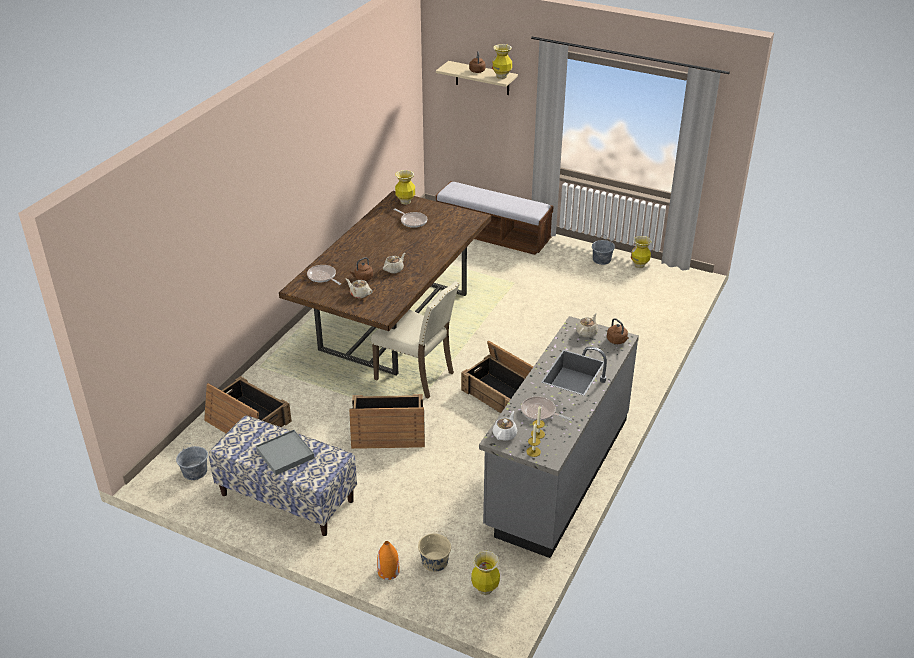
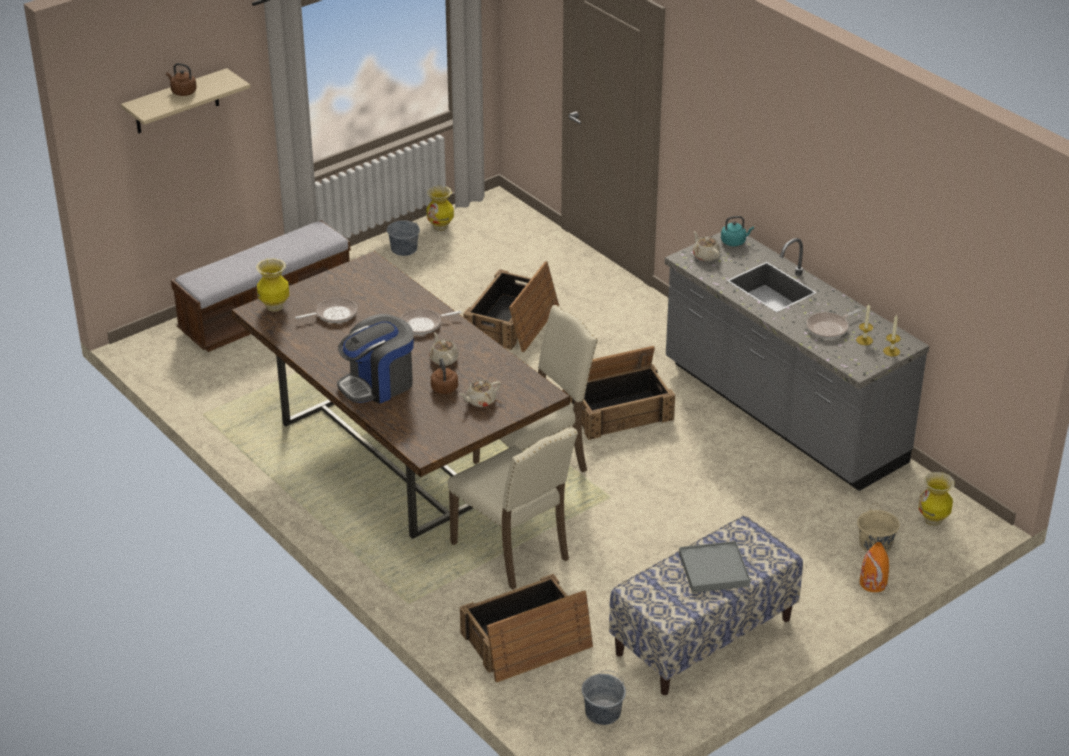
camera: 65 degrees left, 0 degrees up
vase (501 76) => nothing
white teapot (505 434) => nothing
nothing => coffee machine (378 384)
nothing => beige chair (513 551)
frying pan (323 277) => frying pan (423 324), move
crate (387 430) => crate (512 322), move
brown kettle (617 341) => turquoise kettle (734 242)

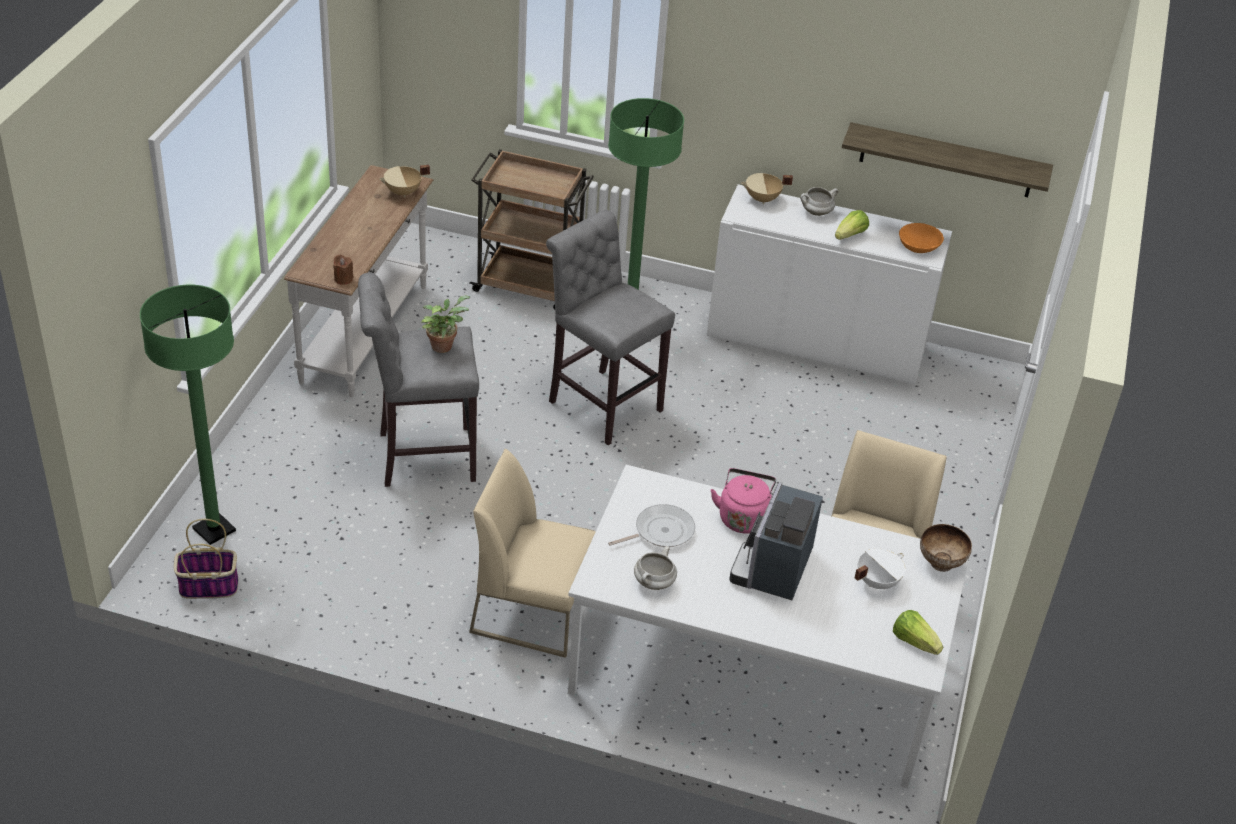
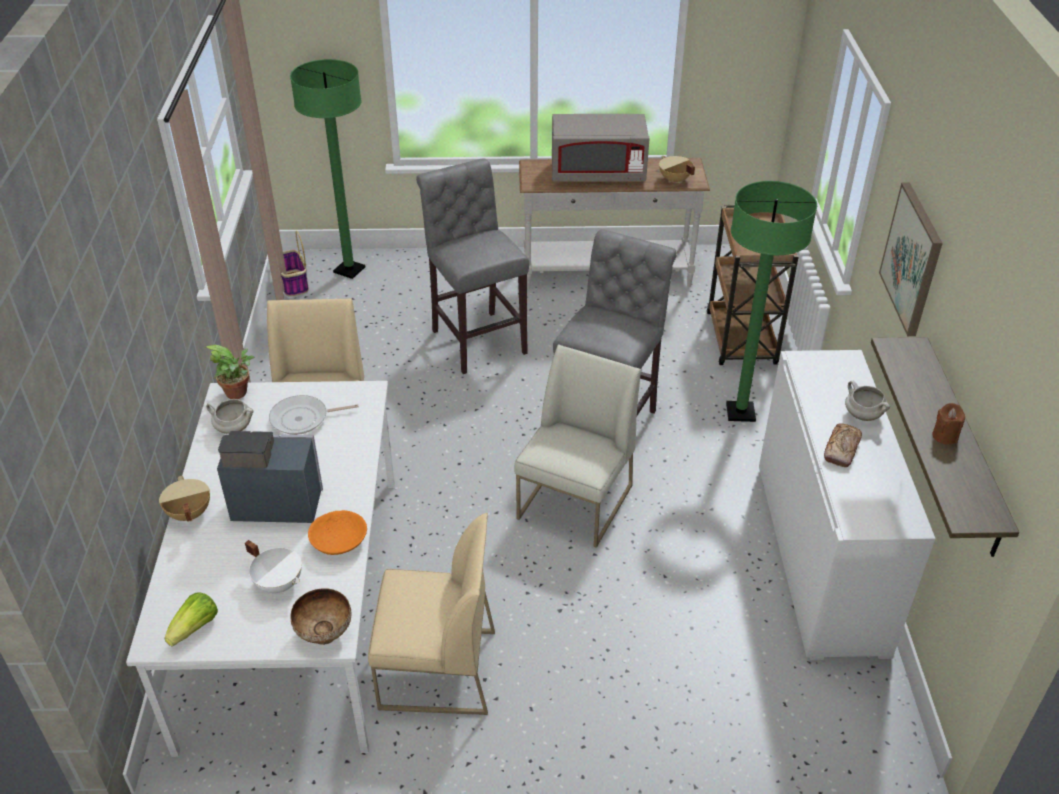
camera: 75 degrees right, 0 degrees up
pink kettle (743 517) => nothing
nothing => white chair (575 503)
nothing => grey microwave (598 173)
nothing => picture (912 259)
brown candle (343 279) => brown candle (945 436), move
potted plant (443 345) => potted plant (239 393), move
beige cooking pot (762 199) => beige cooking pot (188 514), move
orange bowl (918 246) => orange bowl (339 542), move
lettuce (850 235) => bread (841 449)
frying pan (660 531) => frying pan (303 419), 120 degrees clockwise

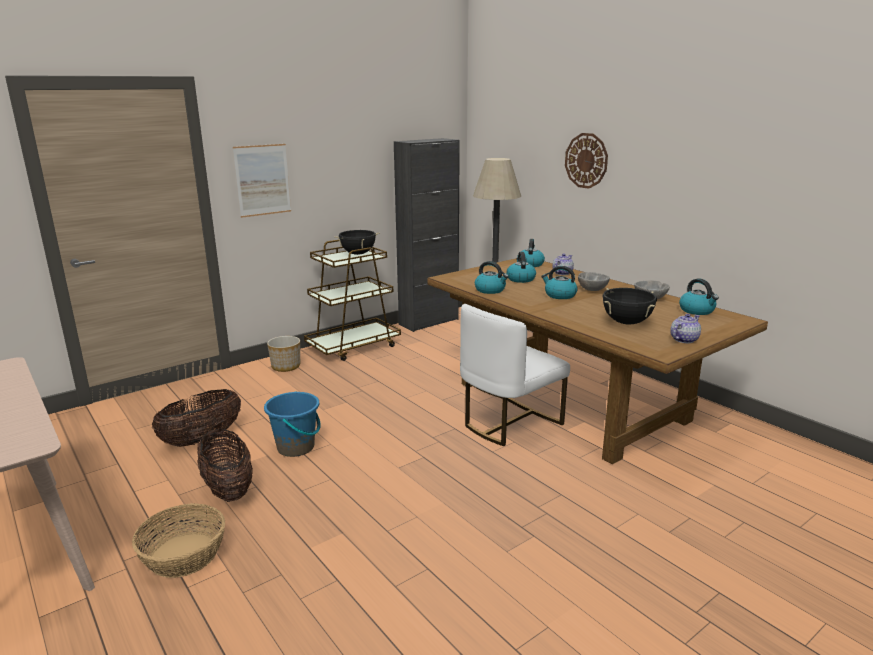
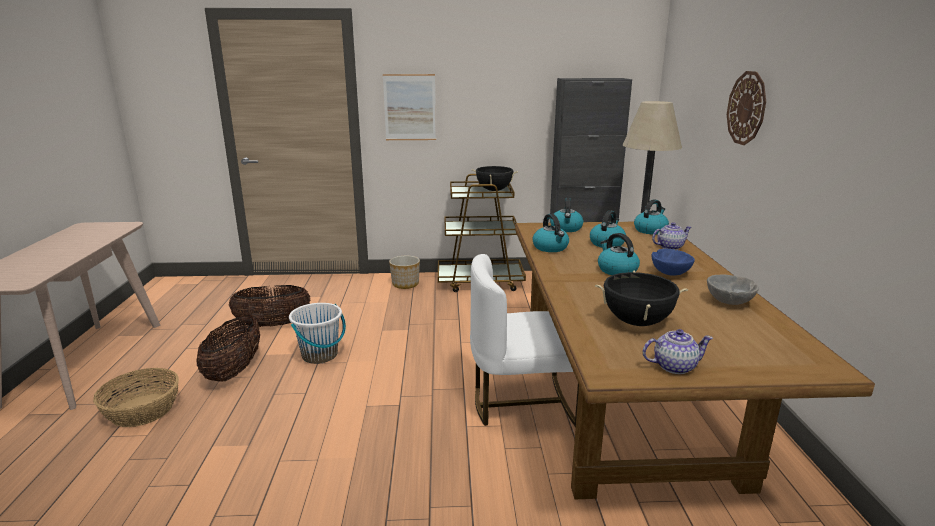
camera: 35 degrees right, 0 degrees up
kettle (697 311) => kettle (566 228), move
blue bucket (296 447) => white bucket (320 355)
grey bowl (592 290) => blue bowl (670 273)

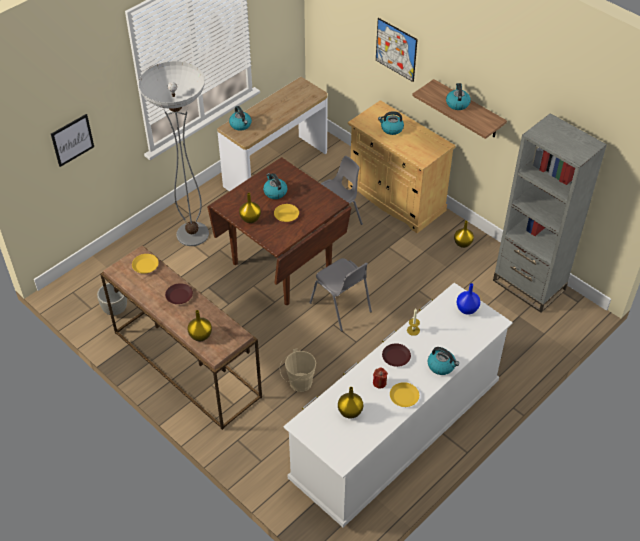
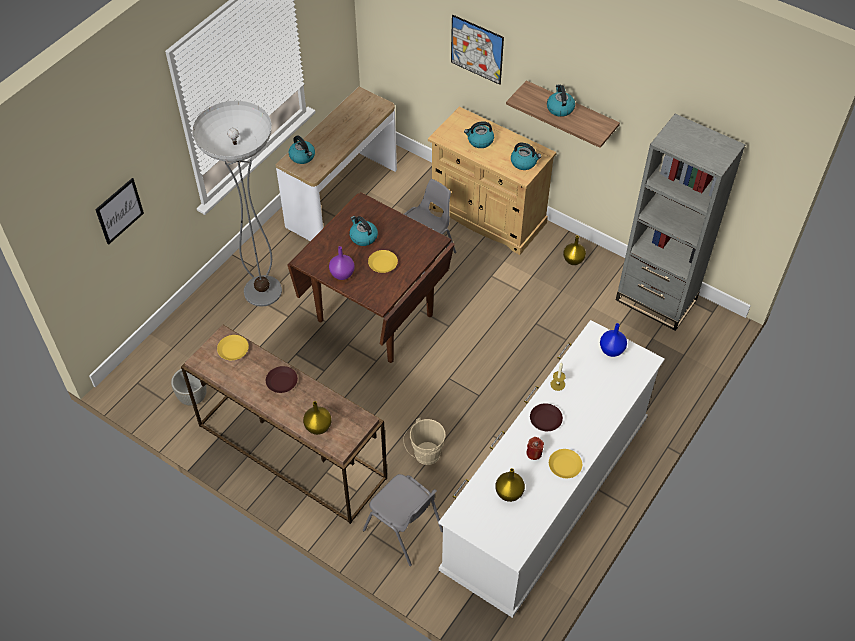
camera: 10 degrees left, 5 degrees up
grey chair (341 307) => grey chair (404 531), move
kettle (441 366) => kettle (524 162), move
yellow vase (250 218) => purple vase (342 274)

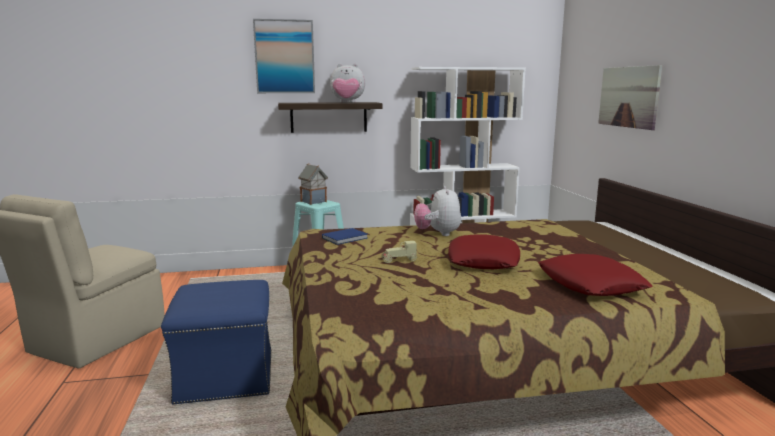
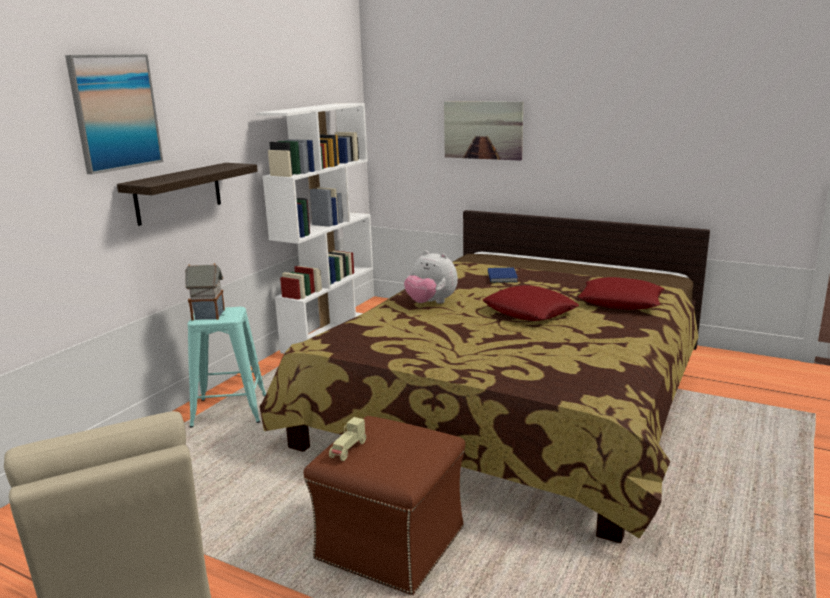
camera: 50 degrees left, 5 degrees up
plush toy (347 102) => nothing
blue book (346 238) => blue book (503 276), move
beige toy car (399 260) => beige toy car (348 450), move
blue ottoman (225 377) => brown ottoman (392 543)

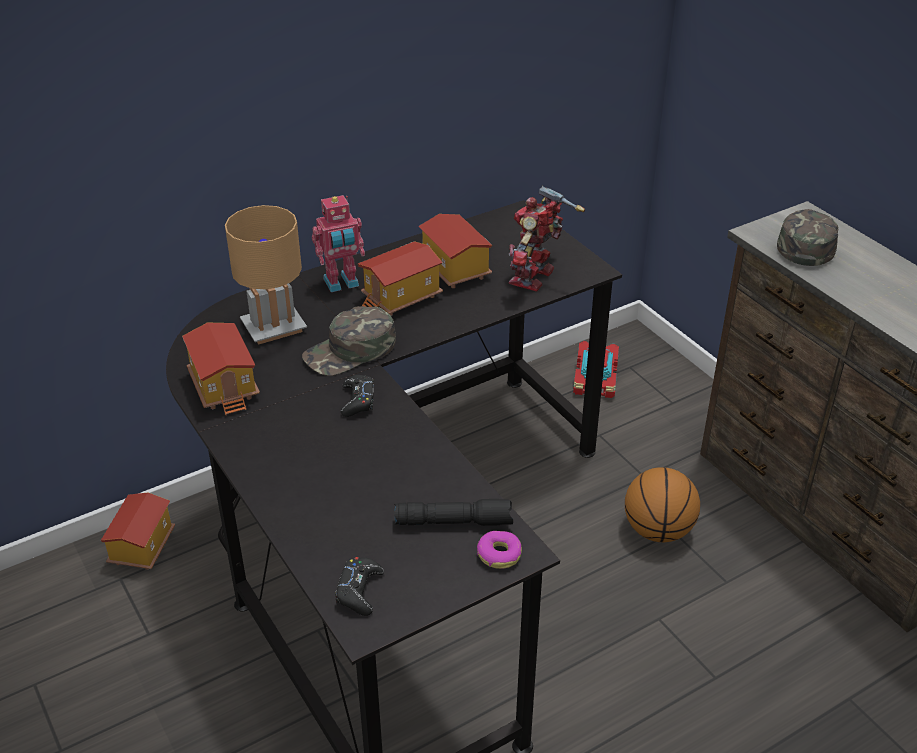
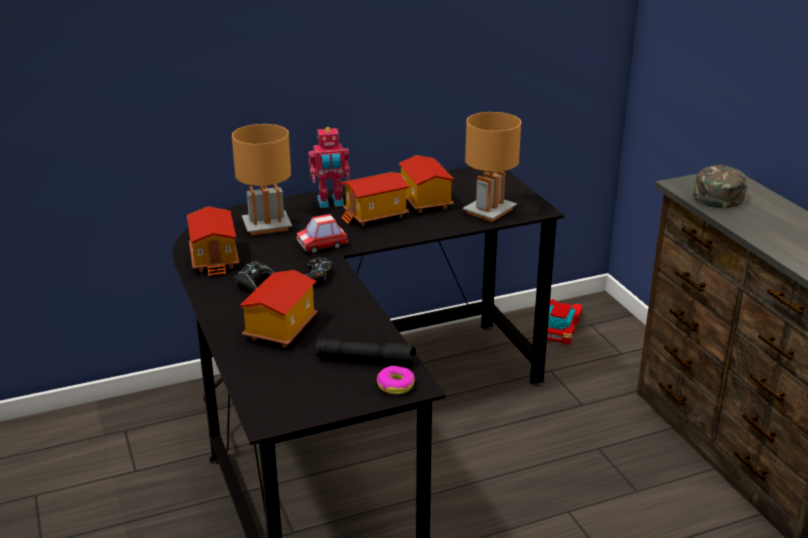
camera: 10 degrees right, 10 degrees down
basketball (658 530) => nothing
toy house (142 547) => toy house (280 329), move
black game controller (359 591) => black game controller (254 282), move
green cap (350 351) => toy car (322 245)
toy robot (535 278) => brown table lamp (490 211)

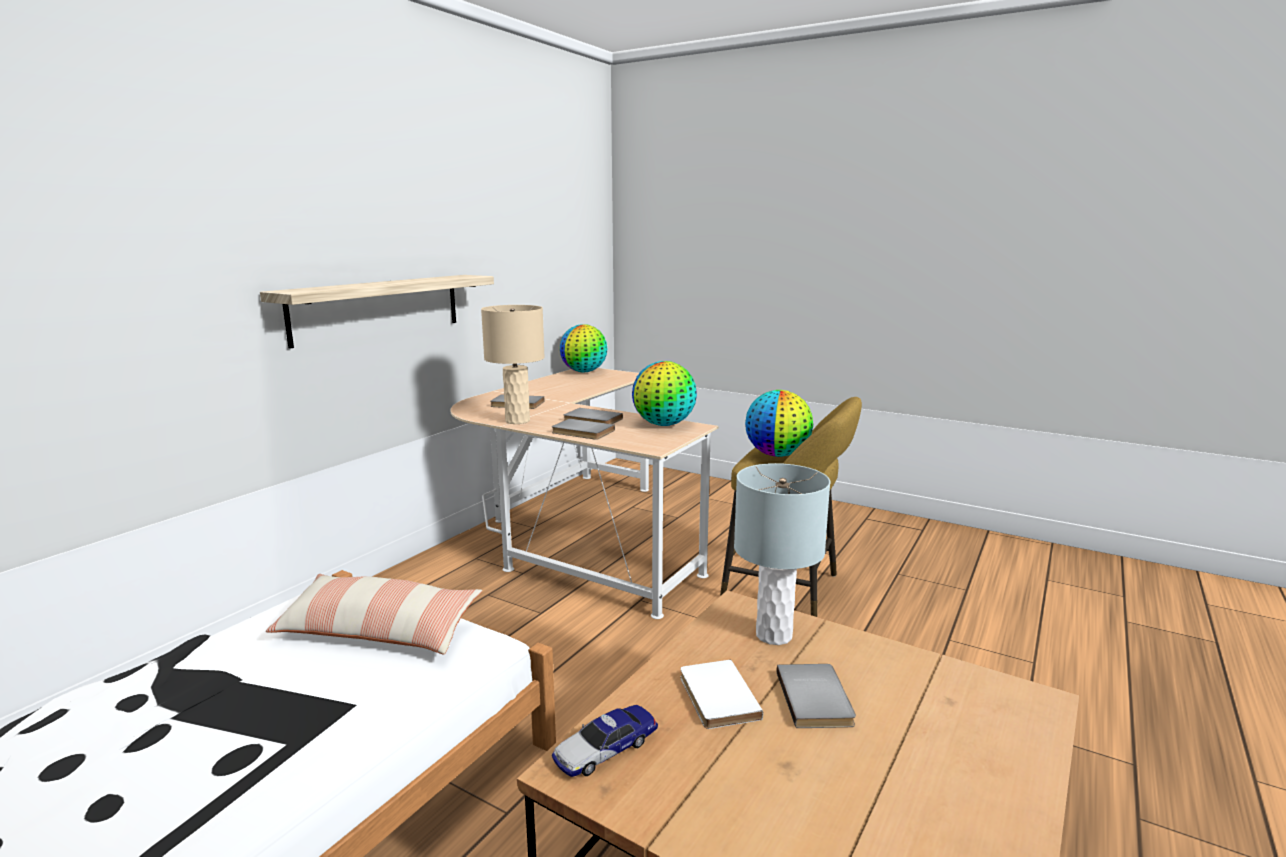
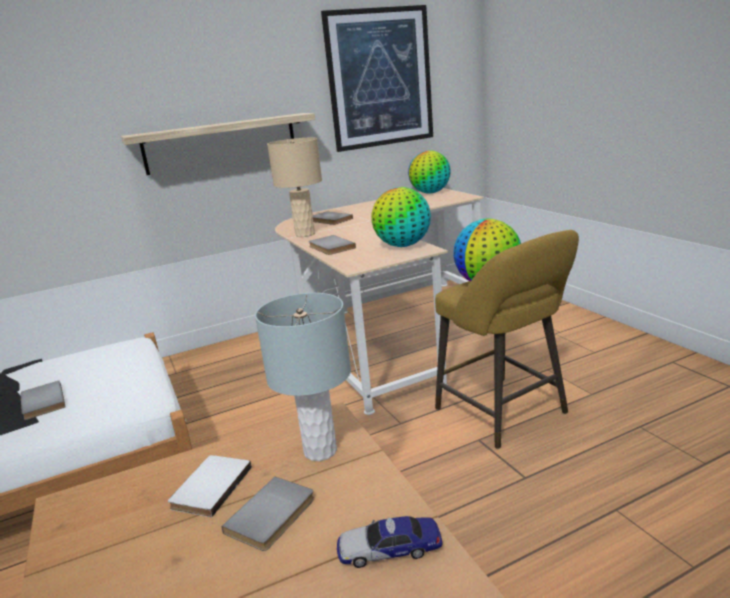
camera: 35 degrees right, 5 degrees up
pillow (379 631) => nothing
nothing => picture (380 78)
toy car (606 749) => toy car (389 549), move
grey book (591 420) => grey book (41 403), move

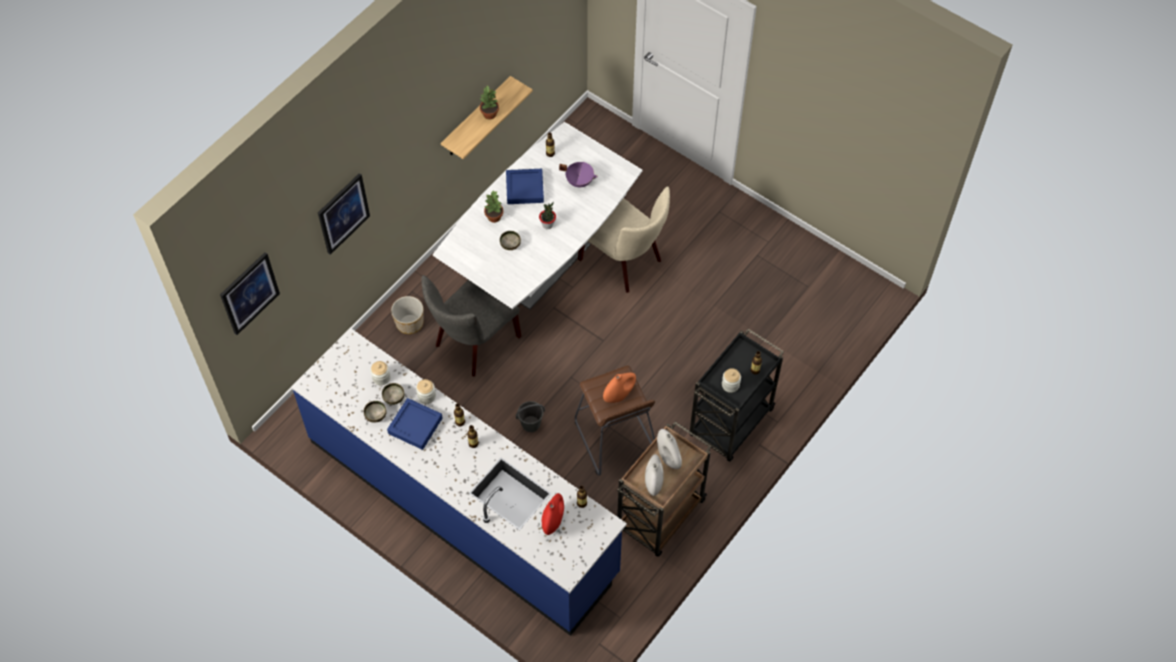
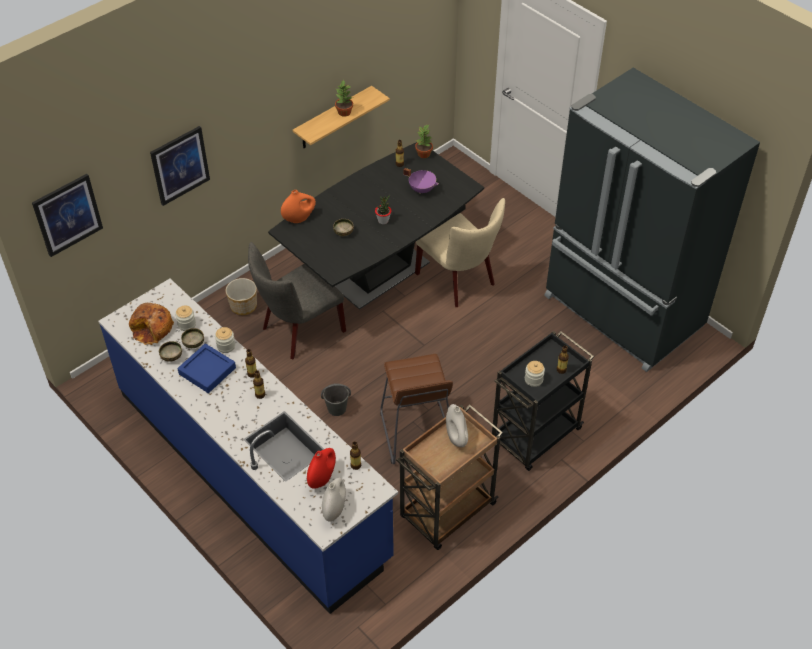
camera: 10 degrees right, 10 degrees down
blue tray (525 189) => nothing
nothing => bread (152 329)
nothing => black fridge (622 313)
potted plant (494 217) => potted plant (424 154), move
orange vase (619 395) => orange vase (299 218), move
white vase (653 482) => white vase (334 509), move
white dining table (541 264) => black dining table (379 273)

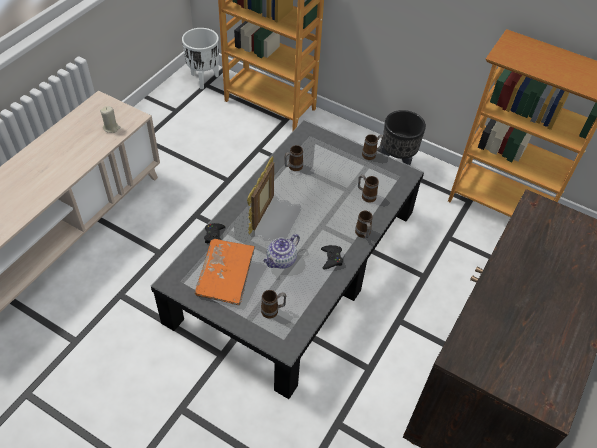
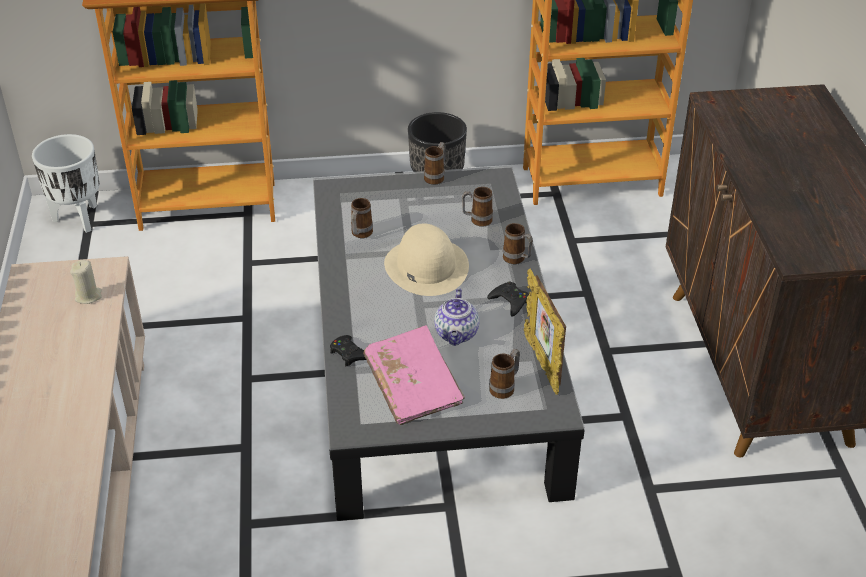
camera: 35 degrees left, 10 degrees down
nothing => beige hat (426 266)
picture frame (262 214) => picture frame (542 363), move
orange book (226 277) => pink book (413 387)

